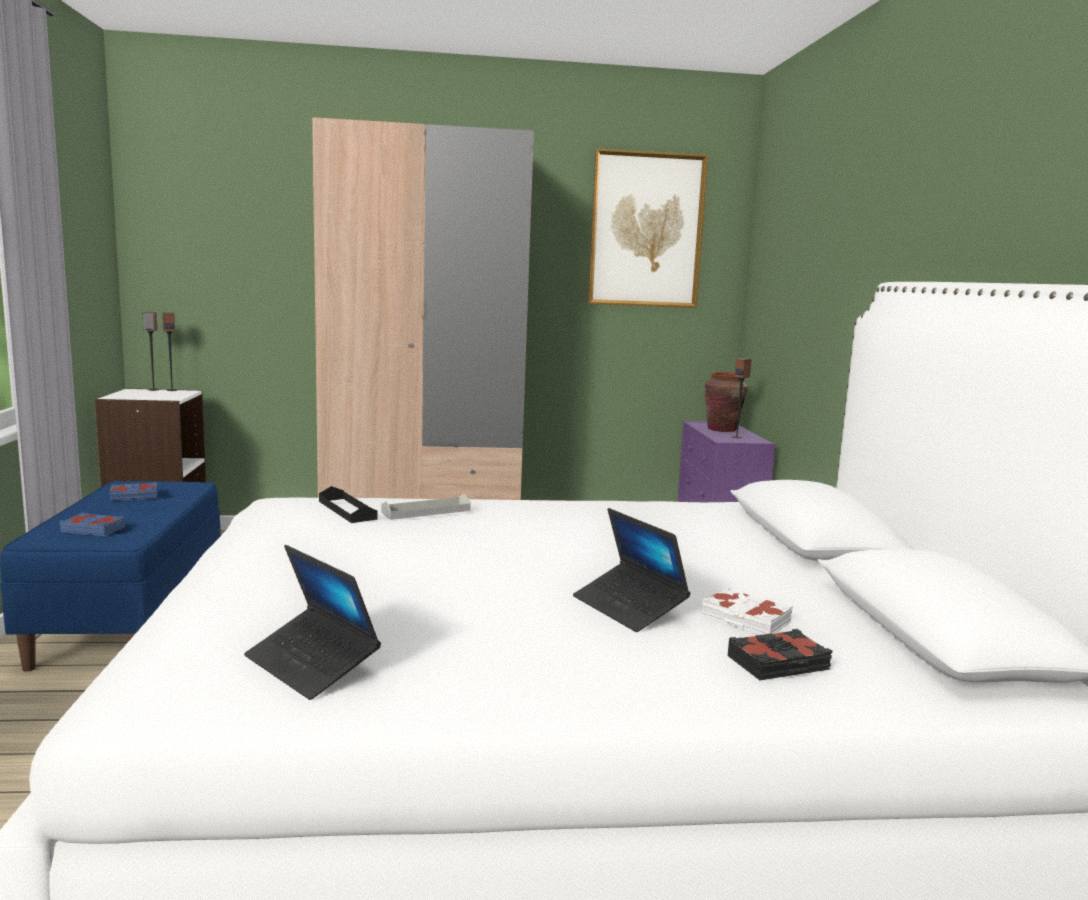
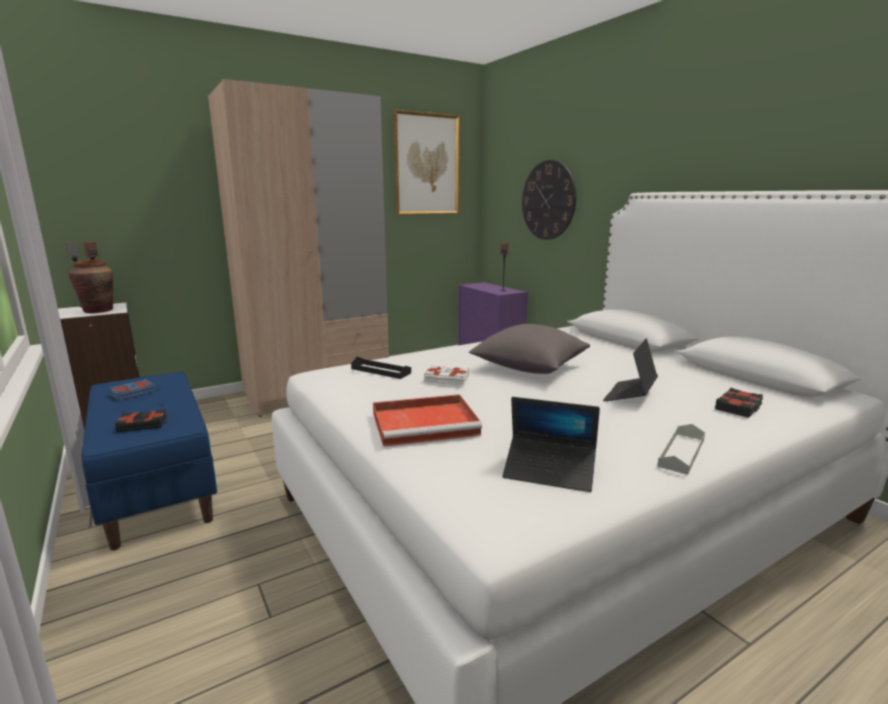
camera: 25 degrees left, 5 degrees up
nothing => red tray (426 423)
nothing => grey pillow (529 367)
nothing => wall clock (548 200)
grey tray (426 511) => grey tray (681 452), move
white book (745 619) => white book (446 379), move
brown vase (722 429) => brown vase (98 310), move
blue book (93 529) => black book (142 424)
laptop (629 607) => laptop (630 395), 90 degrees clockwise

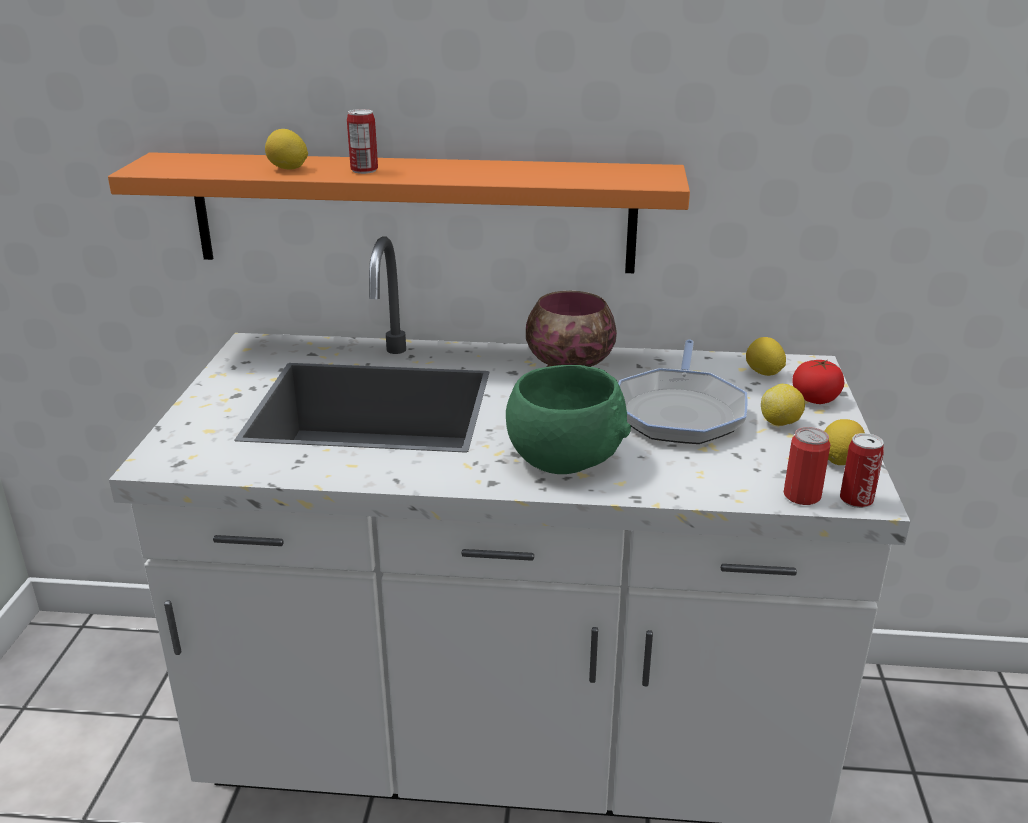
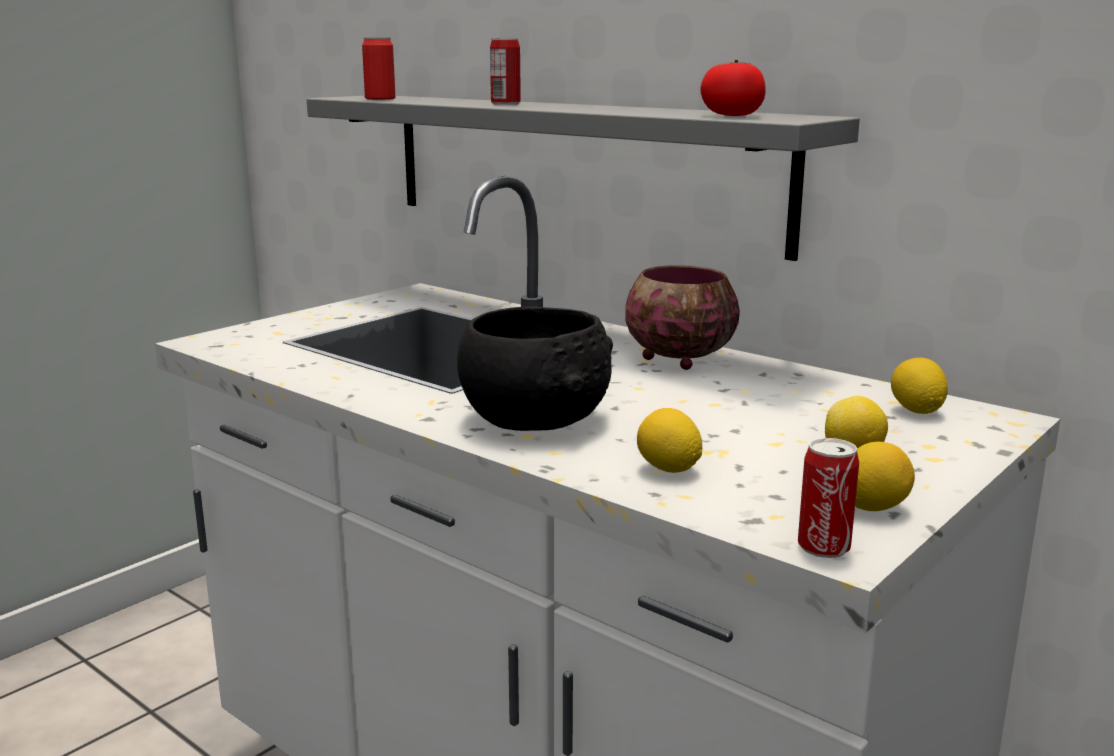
camera: 35 degrees right, 10 degrees down
frying pan (679 412) => nothing
lemon (288 169) => lemon (668 469), move
can (802 496) => can (380 99), move
tomato (815 399) => tomato (731 115), move
orange shelf (413 213) => grey shelf (575 167)
green bowl (565 457) => black bowl (535 419)

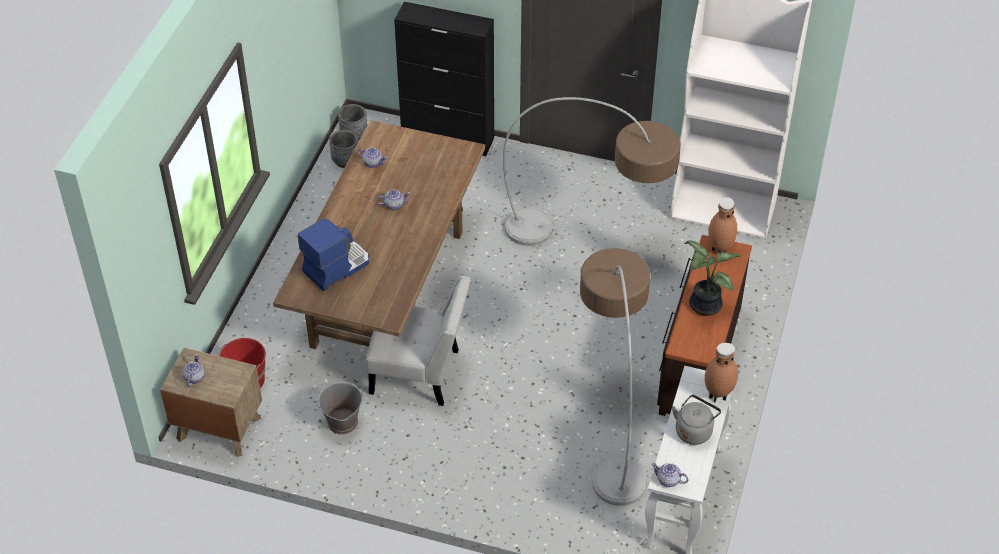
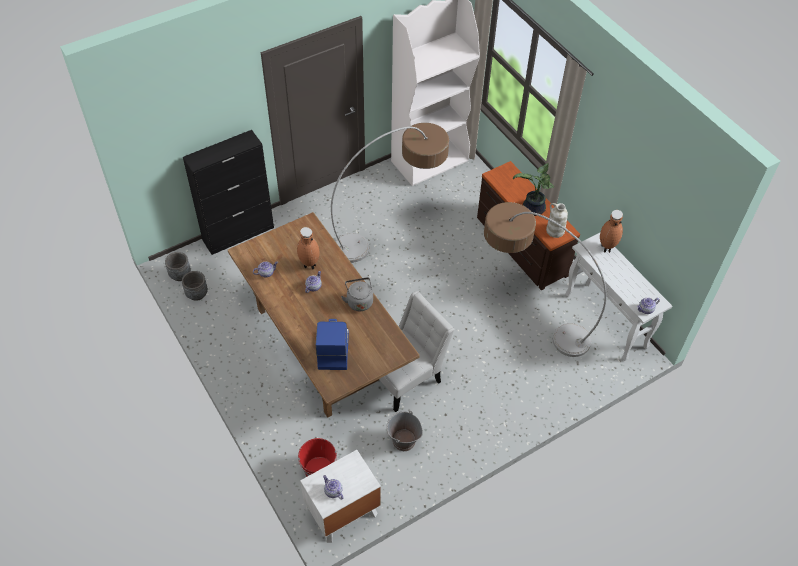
camera: 50 degrees left, 5 degrees up
nothing => white vase (554 231)
grey kettle (694 430) => grey kettle (359 301), move
brown vase (719 251) => brown vase (309 265), move
brown nightstand (218 428) => white nightstand (342 512)

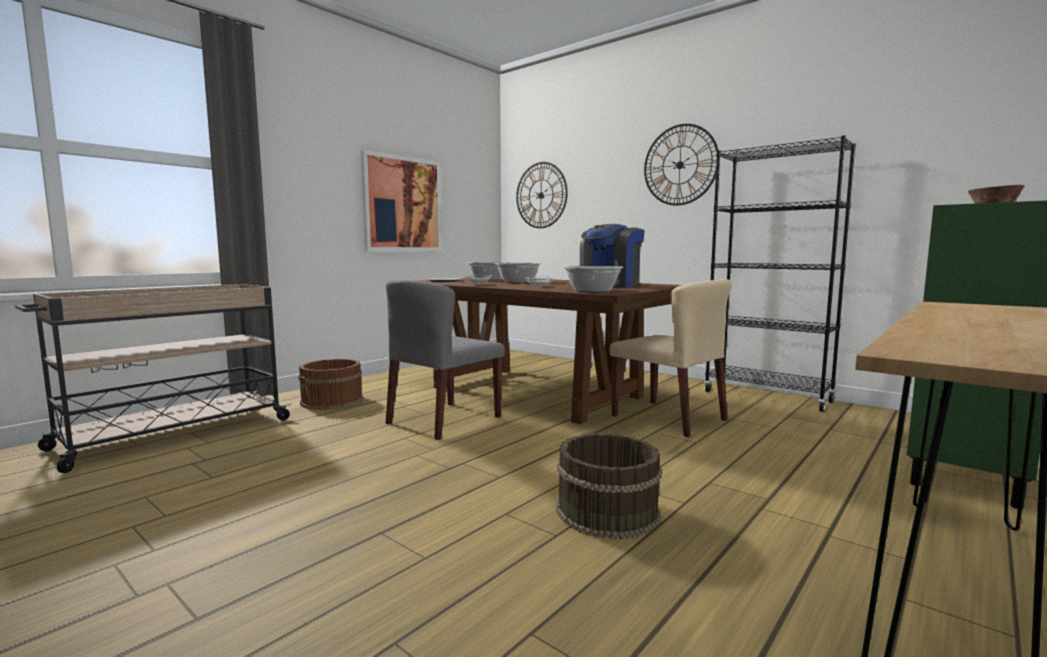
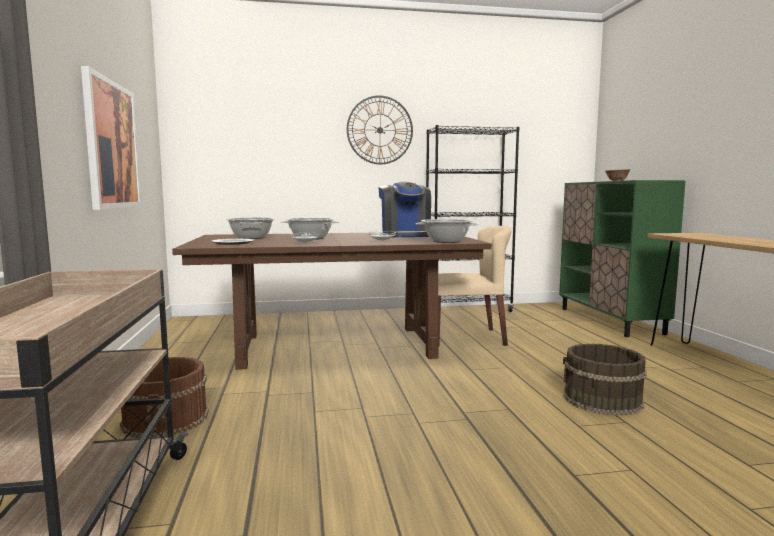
camera: 50 degrees left, 0 degrees up
grey chair (444 420) => nothing
wall clock (541 195) => nothing

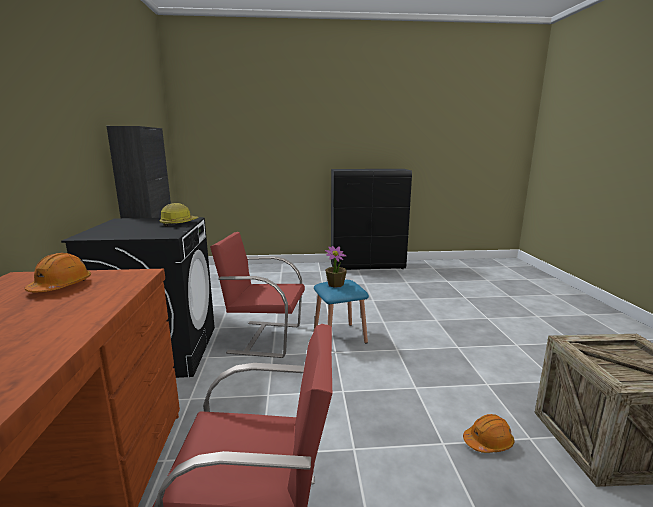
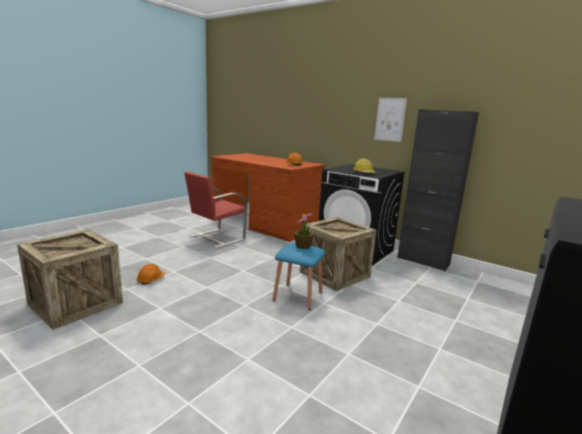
camera: 130 degrees right, 0 degrees up
nothing => picture (390 119)
red chair (264 338) => crate (334 274)

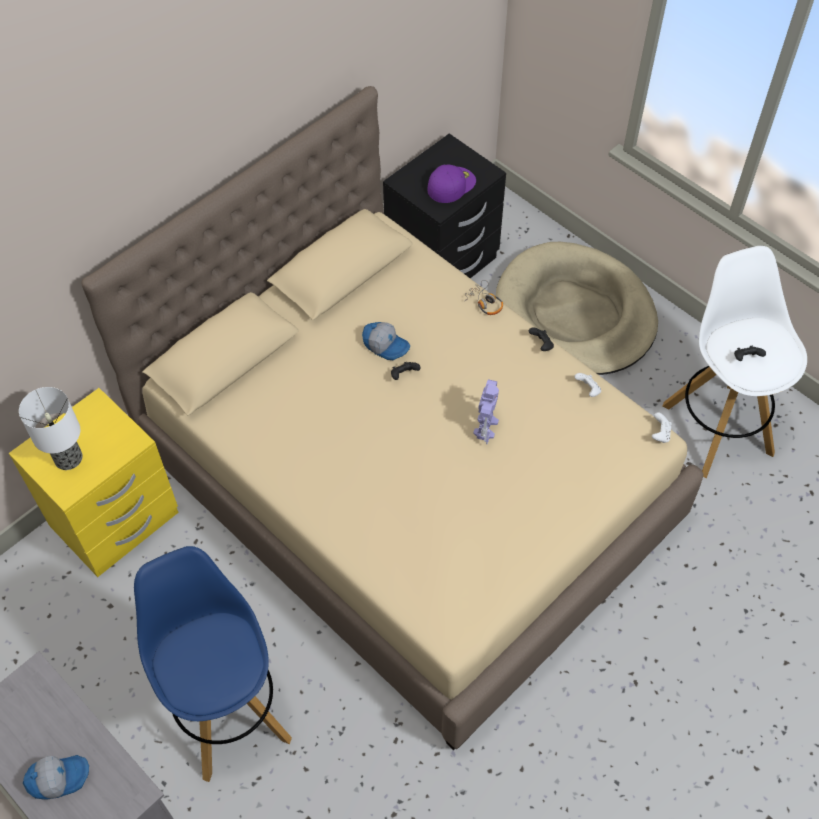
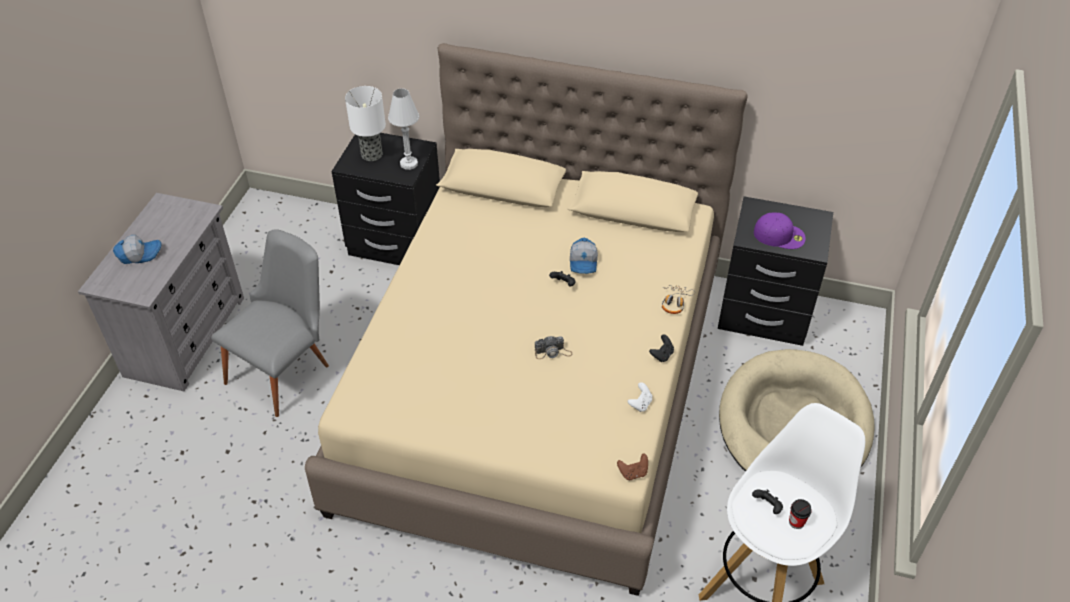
camera: 60 degrees right, 10 degrees down
nothing => white table lamp (409 164)
nothing => cup (796 522)
blue stool (228 712) => grey chair (286 369)
toy robot (486 426) => photo camera (553 352)
yellow nightstand (116 521) => black nightstand (395 243)
white game controller (660 434) => brown game controller (633 473)
cap (58 777) => cap (139 254), 60 degrees counterclockwise

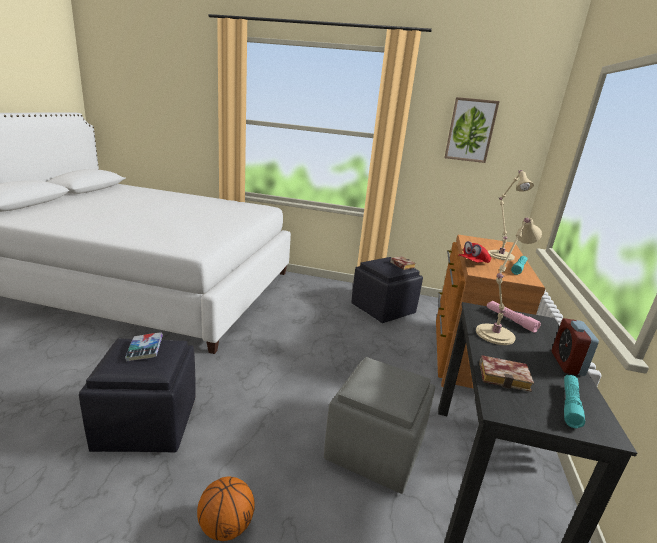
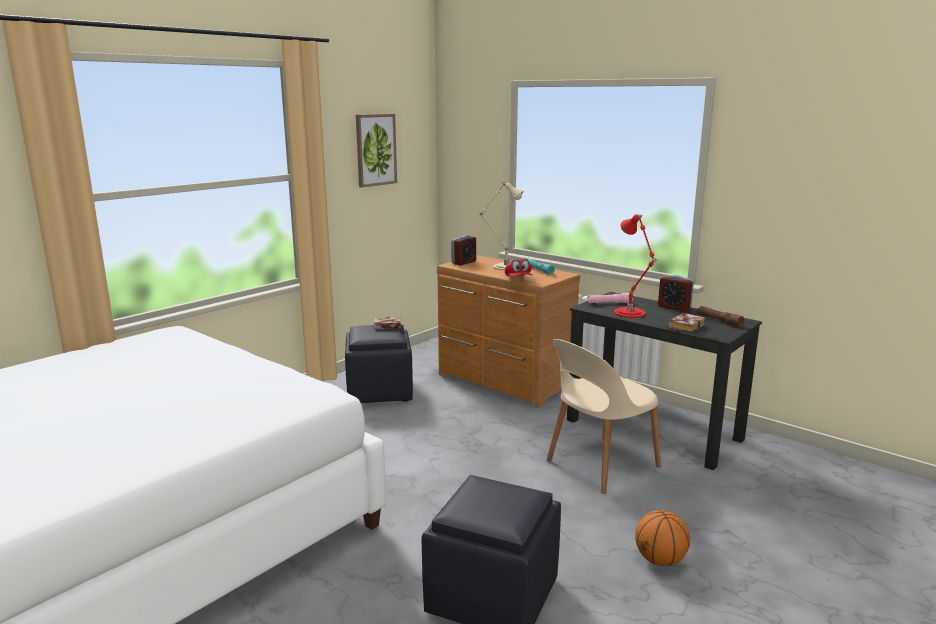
camera: 60 degrees left, 5 degrees down
book (145 350) => nothing
nothing => alarm clock (463 262)
grey ottoman (374 448) => beige chair (600 464)
beige table lamp (493 335) => red table lamp (631 314)
turquoise flashlight (570 405) => brown flashlight (719 320)

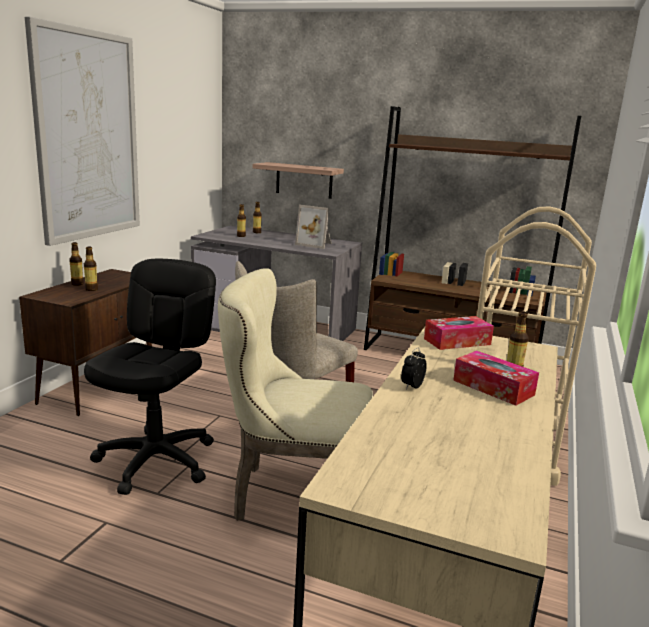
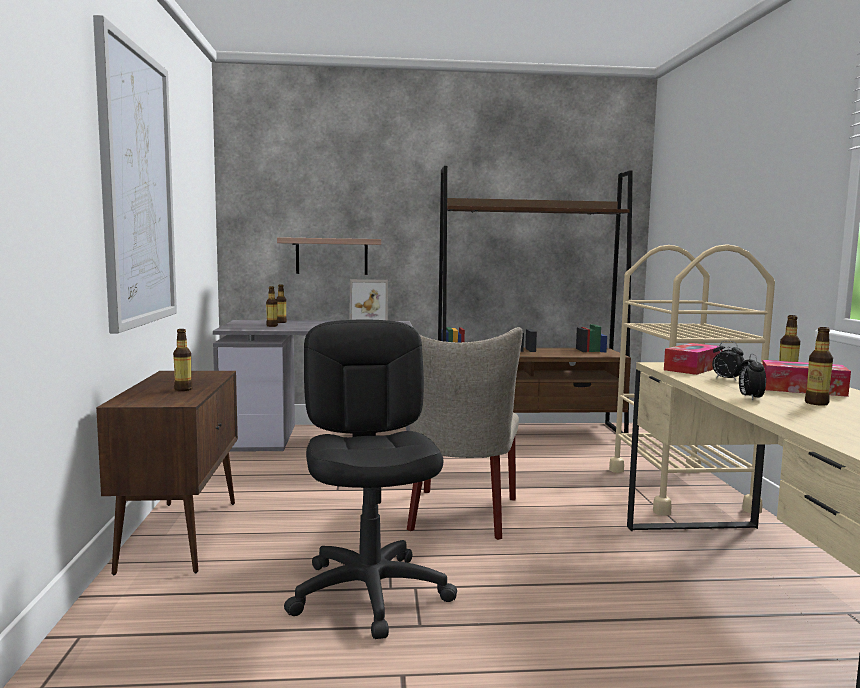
camera: 25 degrees left, 10 degrees down
beige chair (293 496) => nothing
nothing => alarm clock (726 379)
bottle (77 284) => bottle (816 403), move

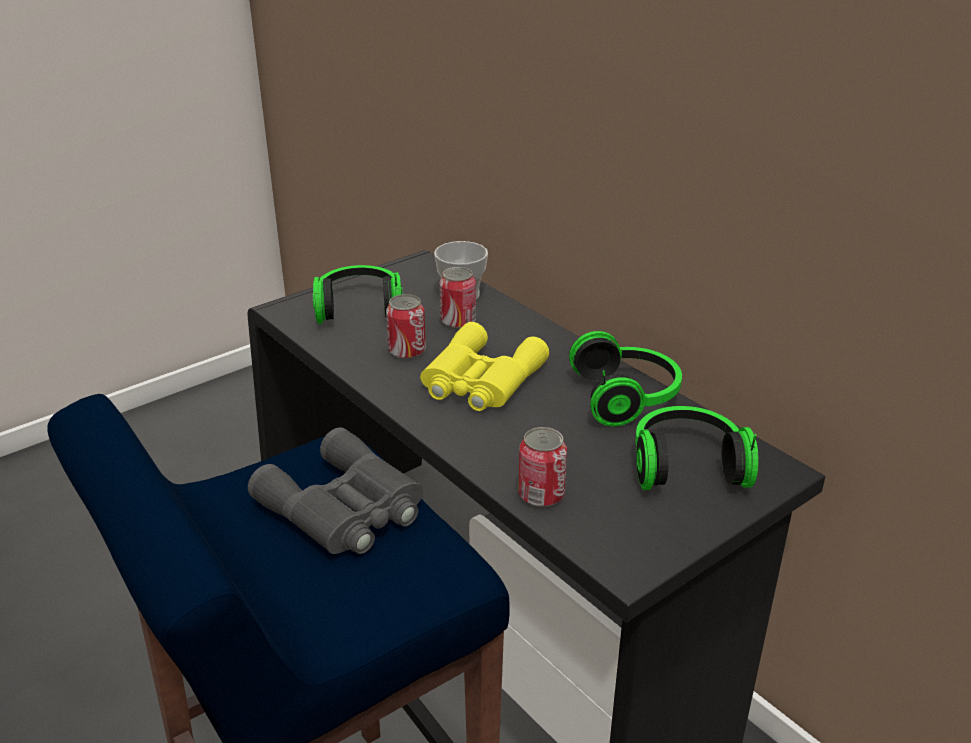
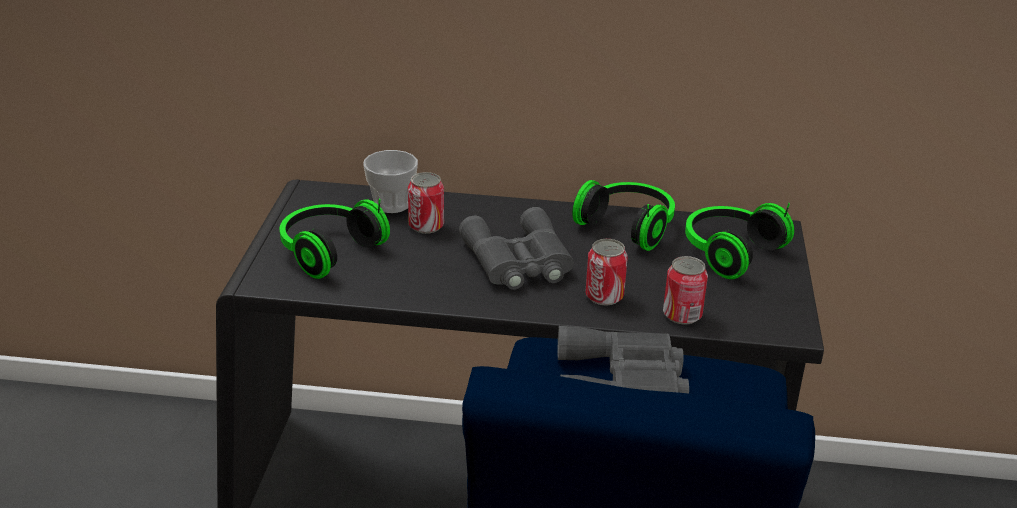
camera: 45 degrees left, 0 degrees up
can (407 351) => can (604 296), move
yellow binoculars (480 380) => grey binoculars (518 262)

